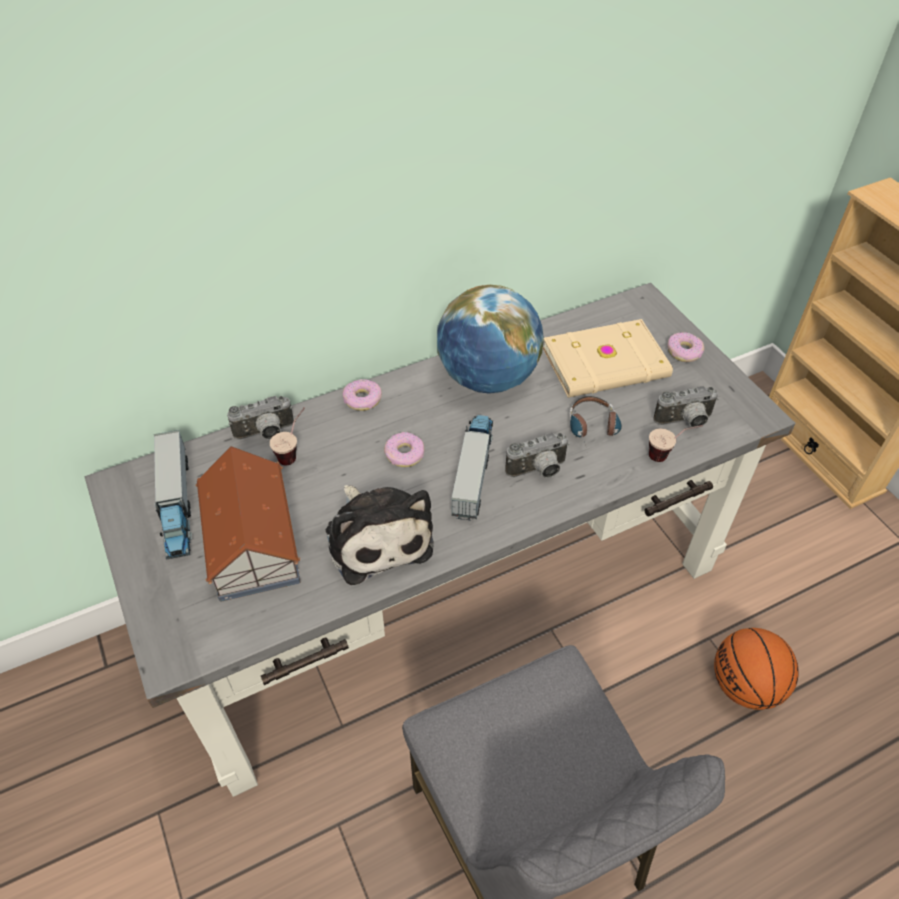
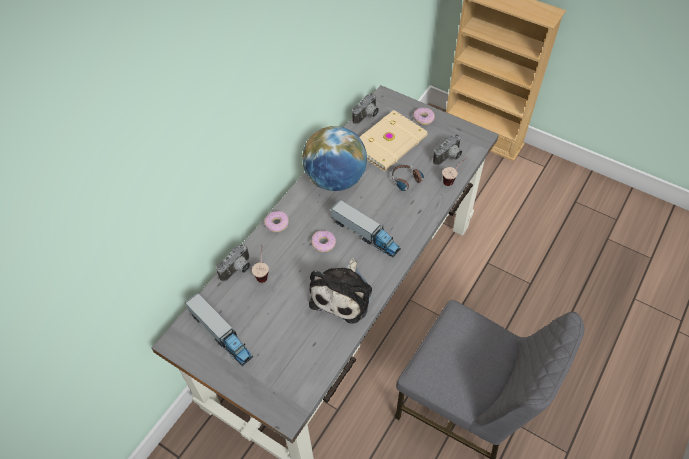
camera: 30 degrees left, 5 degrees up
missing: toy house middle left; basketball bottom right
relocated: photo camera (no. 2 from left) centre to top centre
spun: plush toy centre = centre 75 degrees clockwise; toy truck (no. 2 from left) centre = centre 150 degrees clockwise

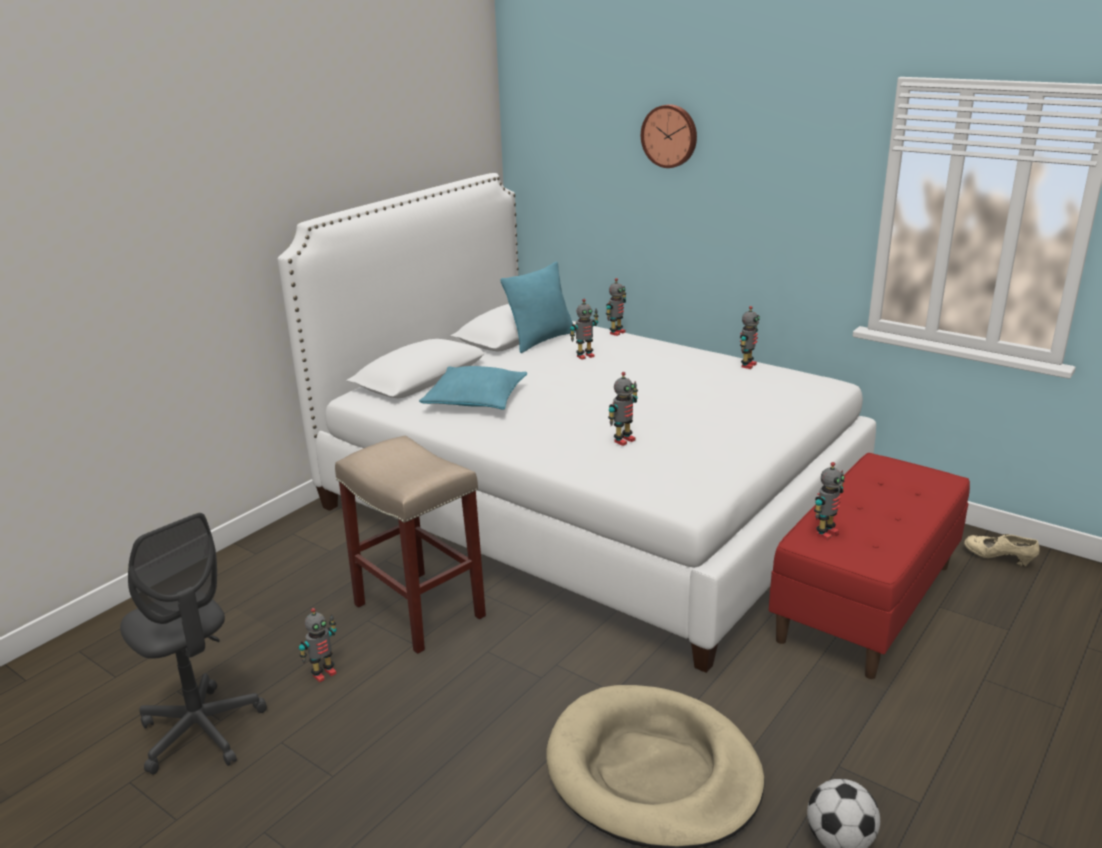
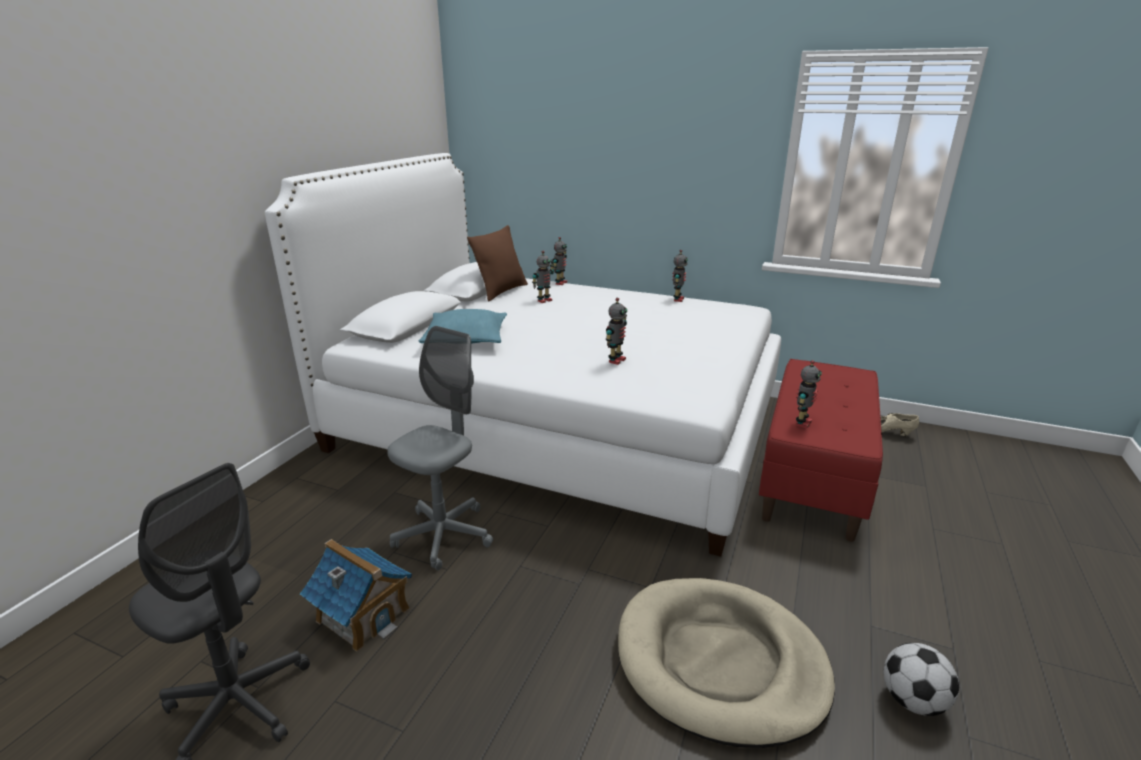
camera: 15 degrees left, 0 degrees up
missing: wall clock top centre
exchanged: toy robot (no. 1 from left) bottom left to toy house bottom left; beige stool centre to grey office chair (no. 2 from left) centre
colour: turquoise pillow (no. 2 from left) centre to brown pillow centre

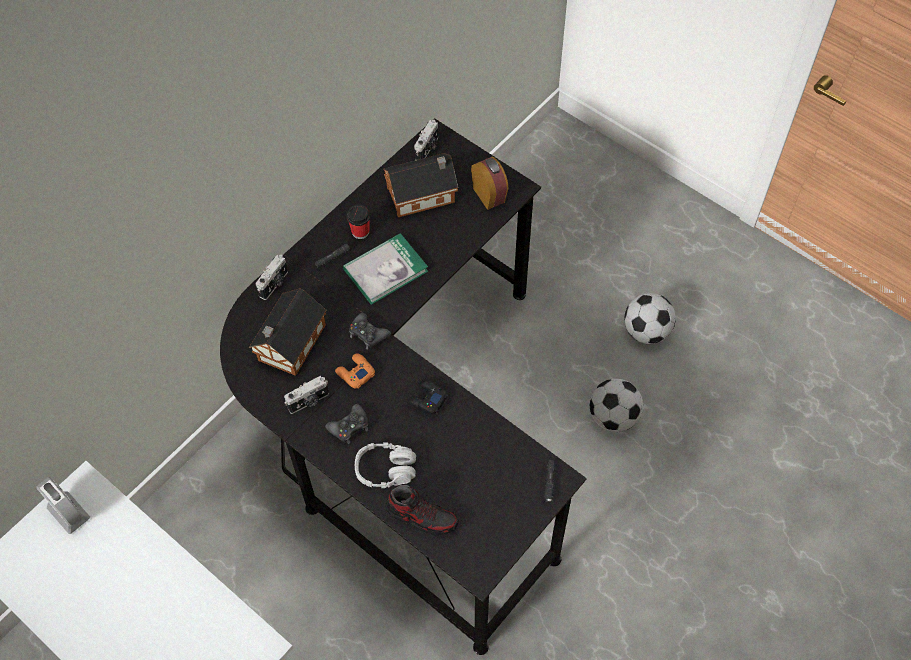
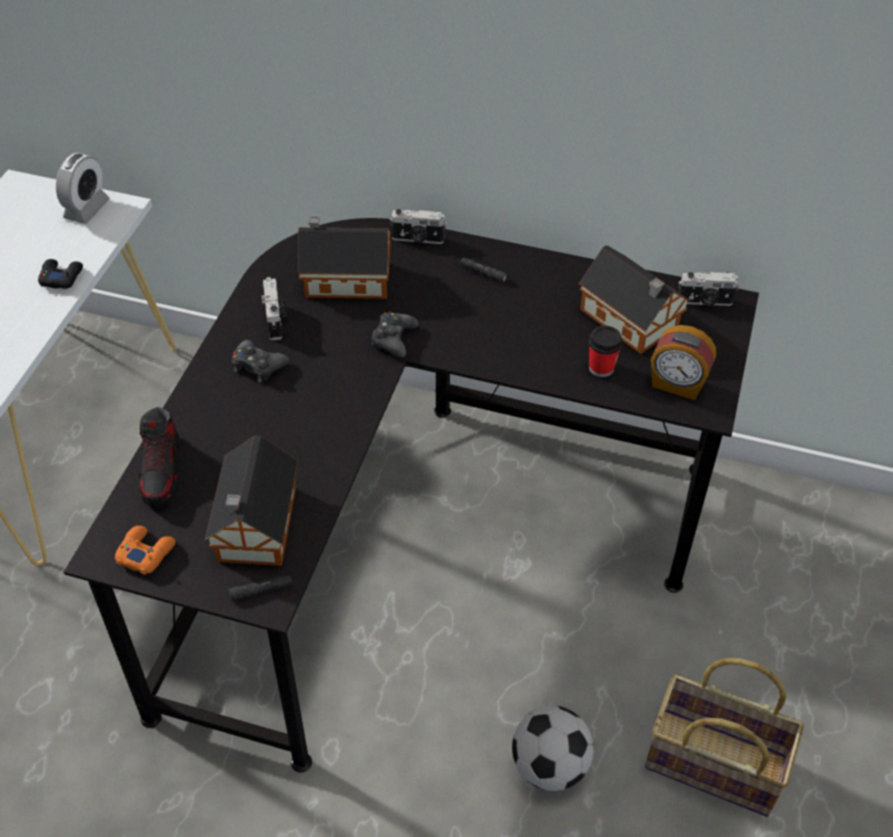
camera: 65 degrees right, 10 degrees down
missing: book centre; grey headphones bottom centre
appeared: toy house (no. 1 from left) middle left
relocated: orange game controller centre to middle left; cup centre to middle right; black game controller (no. 3 from left in the first image) centre to black game controller (no. 1 from left) top left
exchanged: football (no. 2 from left) middle right to basket bottom right
spun: photo camera (no. 2 from left in the first image) centre = middle left 135 degrees counterclockwise; alarm clock (no. 2 from left) top centre = middle right 75 degrees clockwise

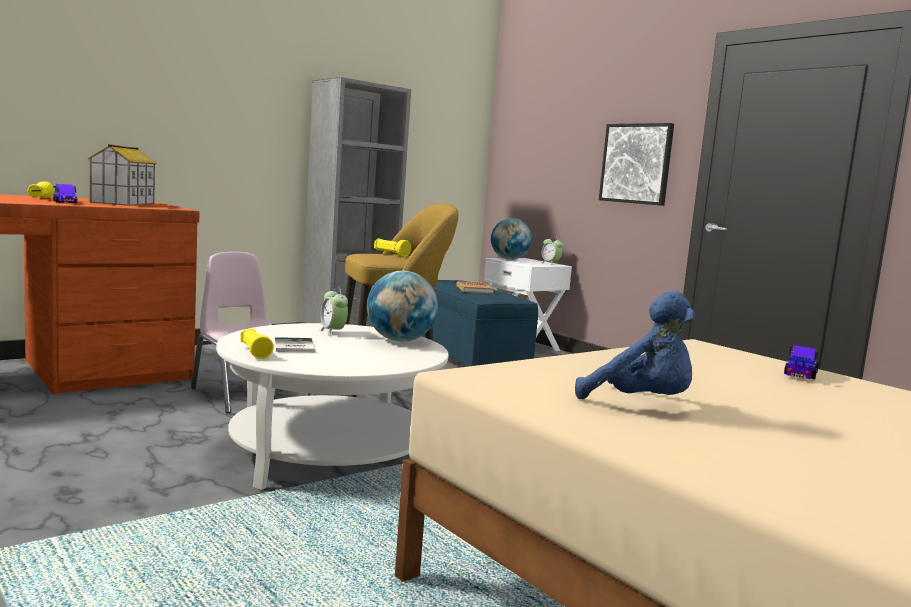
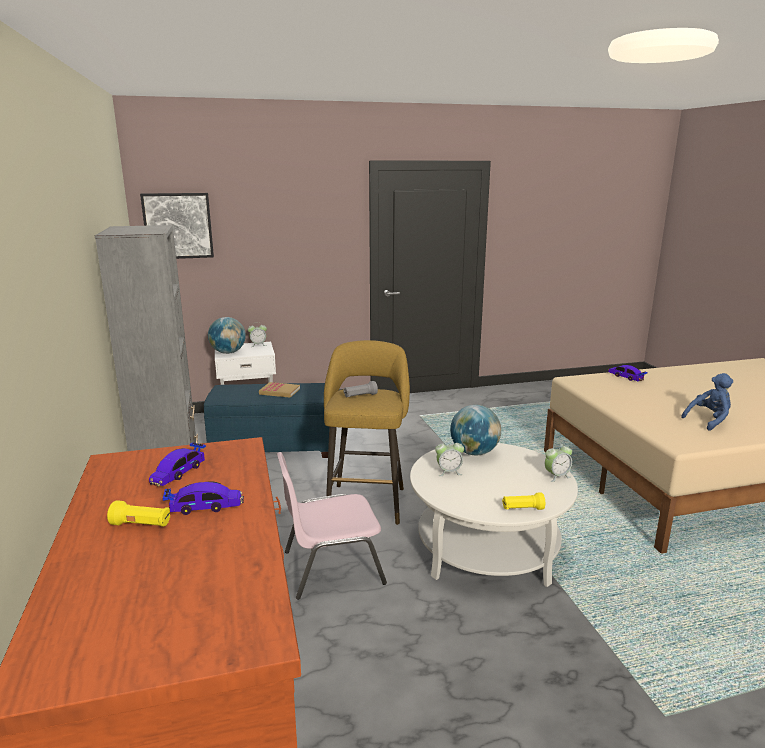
camera: 65 degrees left, 10 degrees up
missing: book (no. 1 from left) middle left
appeared: alarm clock (no. 3 from left) middle right
relocated: picture top right to top left
exchanged: toy house top left to toy car (no. 1 from left) middle left
colour: yellow flashlight (no. 3 from left) centre to grey flashlight centre

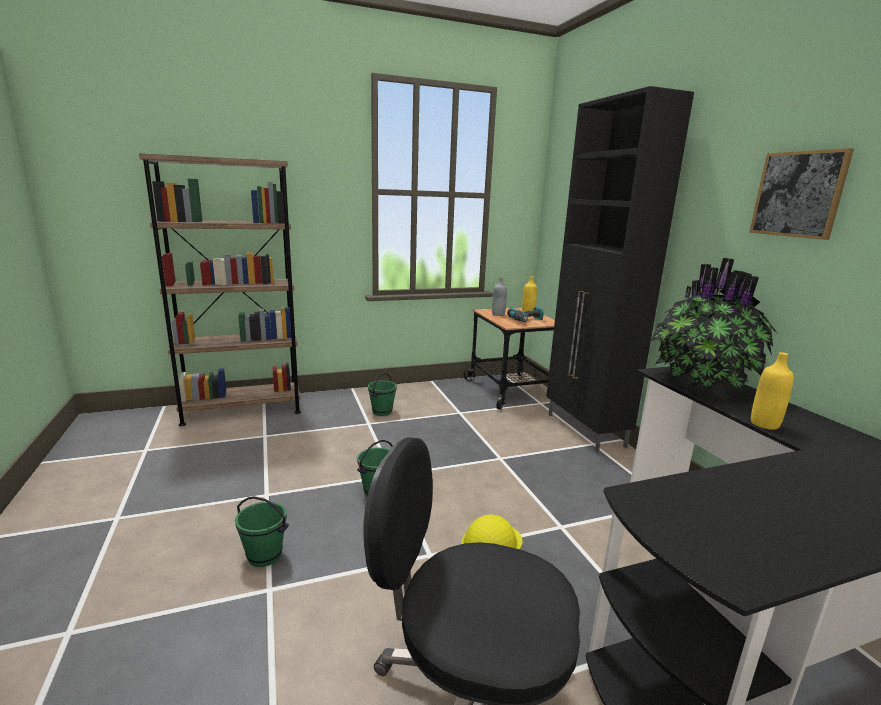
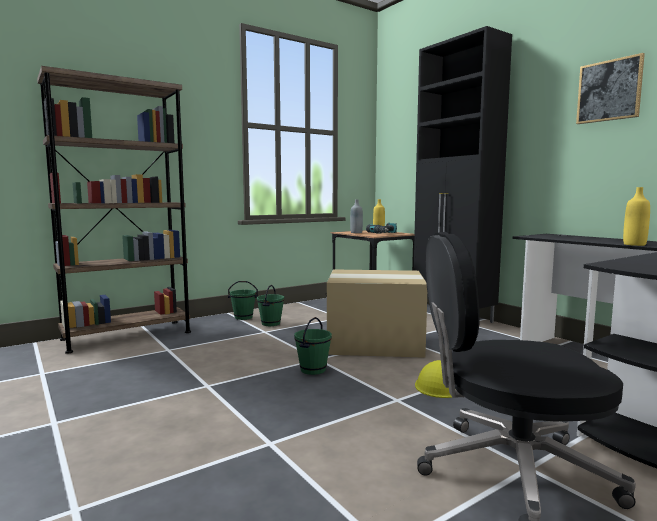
camera: 15 degrees left, 10 degrees down
missing: potted plant middle right
appeared: cardboard box centre
relocated: green bucket (no. 1 from left) bottom left to centre

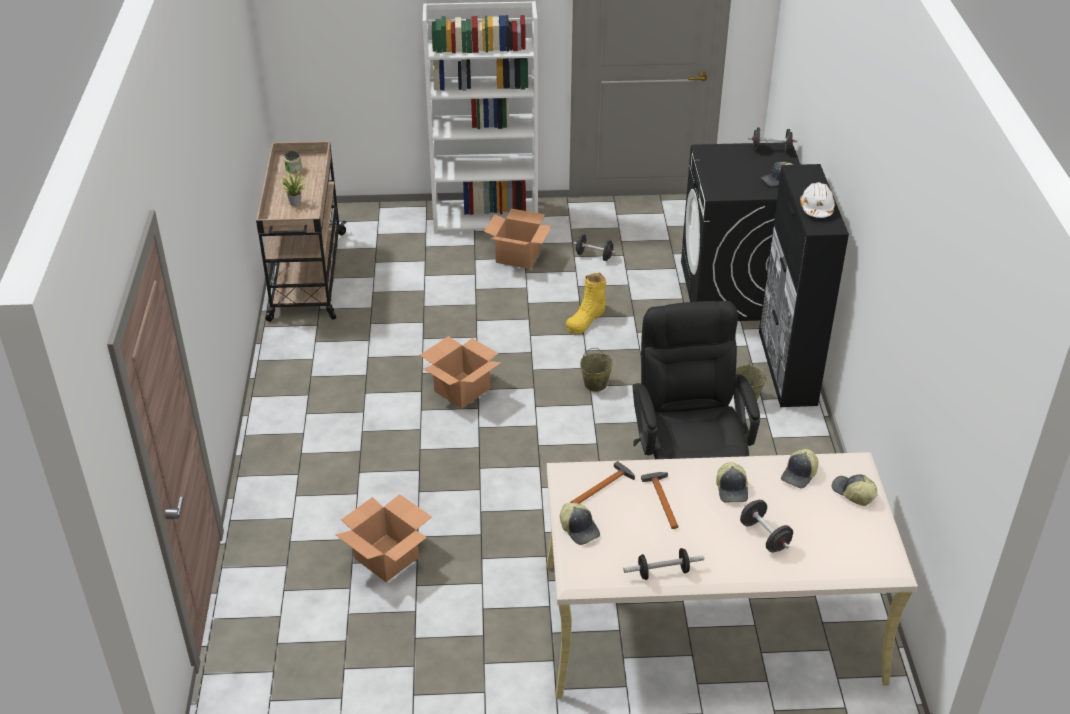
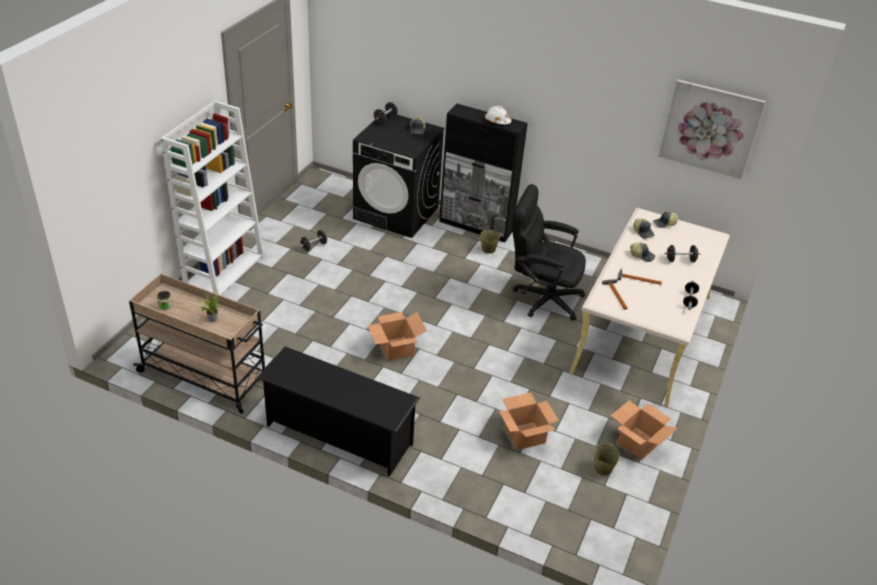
camera: 65 degrees left, 0 degrees up
missing: cap (no. 1 from left) bottom centre; yellow boot centre
appeared: black shoe rack bottom centre; picture top right
relocated: cardboard box (no. 3 from left) centre to bottom right; beige bucket (no. 1 from left in the first image) centre to beige bucket (no. 2 from left) bottom right

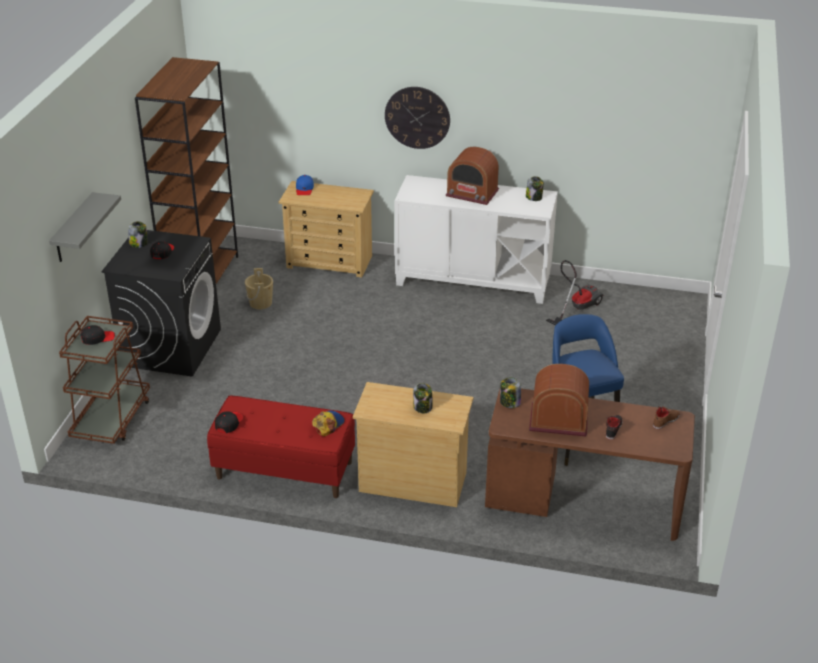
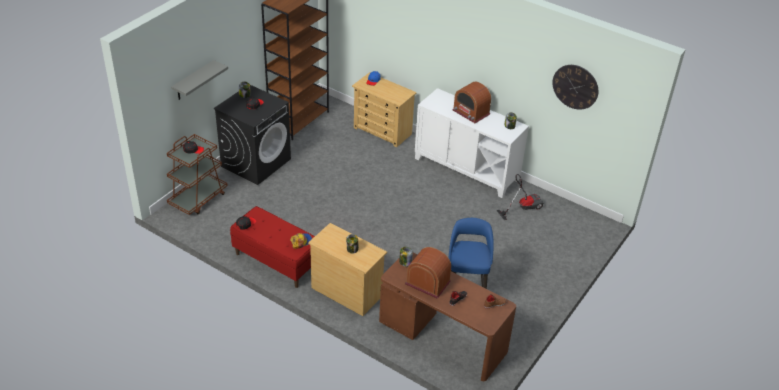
camera: 20 degrees right, 5 degrees up
missing: beige bucket middle left
relocated: wall clock top centre to top right

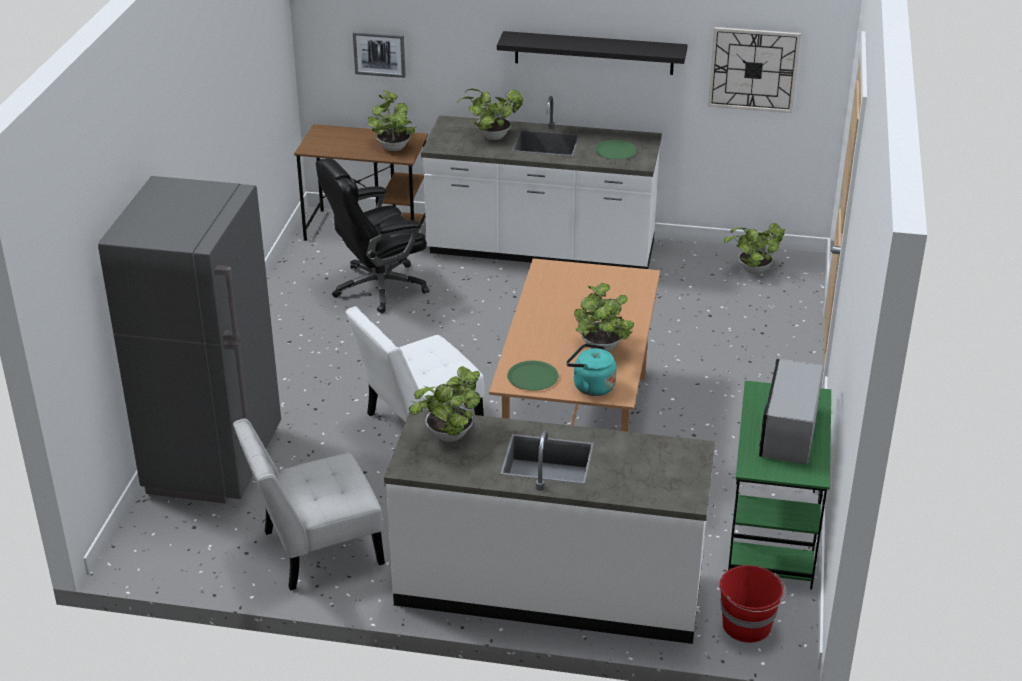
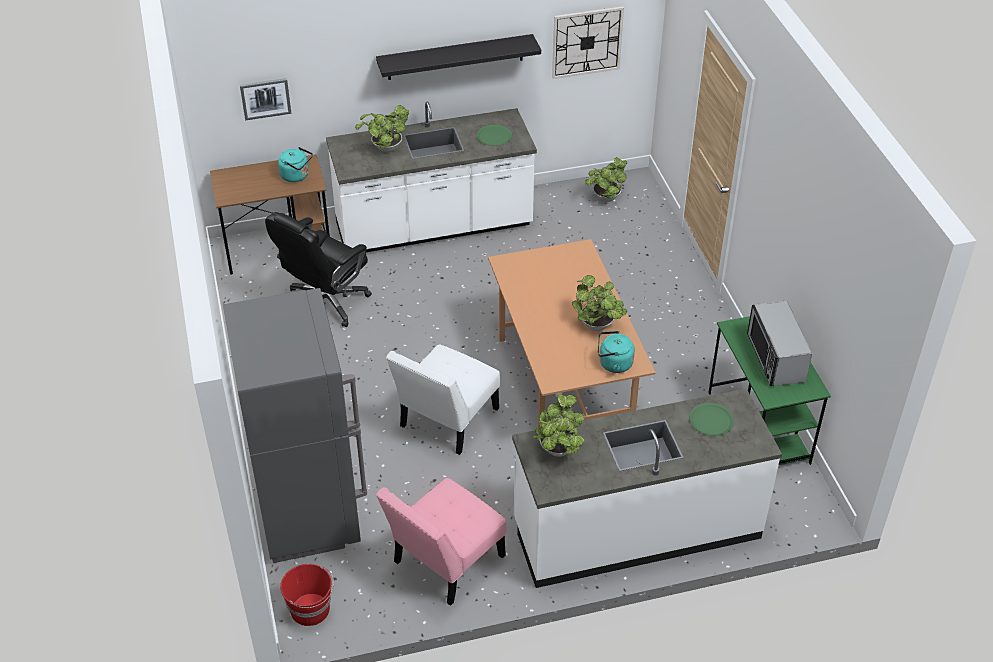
camera: 25 degrees left, 10 degrees up
relocated: green plate (no. 1 from left in the first image) centre to green plate (no. 2 from left) middle right; red bucket bottom right to bottom left
exchanged: potted plant (no. 1 from left) top centre to turquoise kettle (no. 1 from left) top left
colour: white chair (no. 1 from left) bottom left to pink chair bottom centre

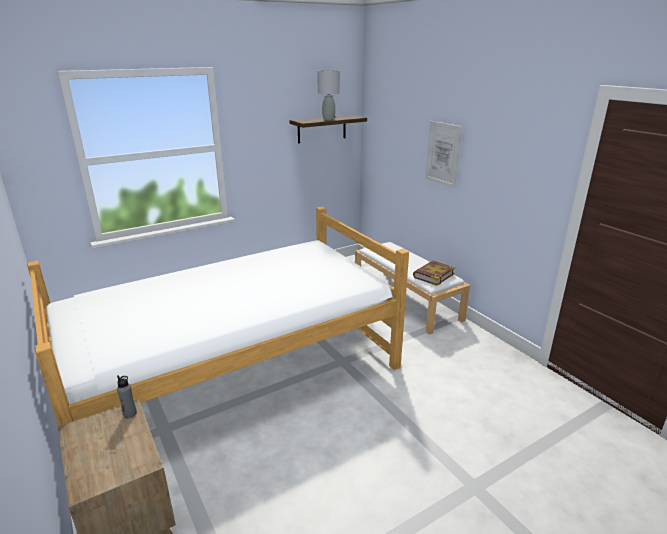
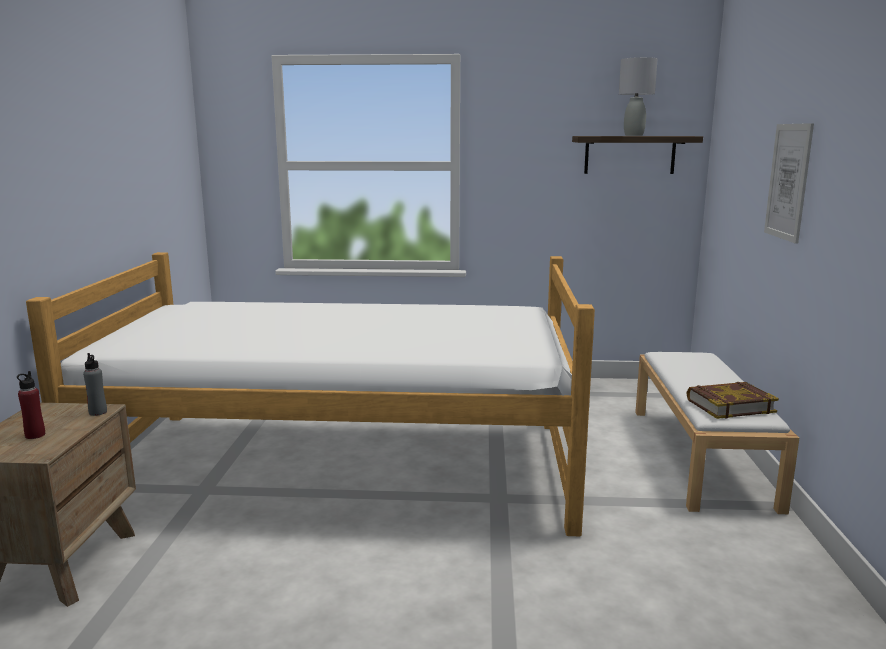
camera: 35 degrees right, 10 degrees down
appeared: red bottle middle left

